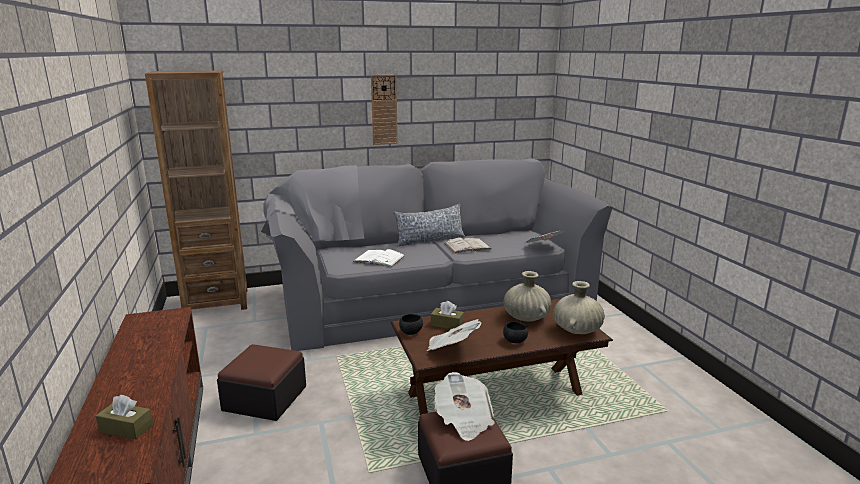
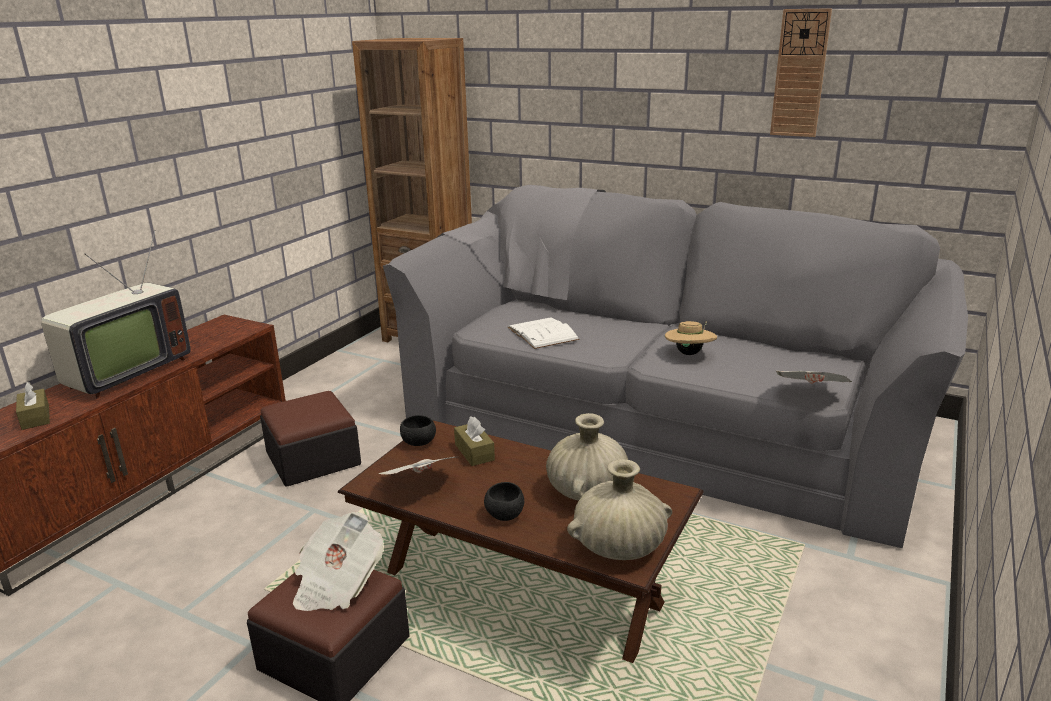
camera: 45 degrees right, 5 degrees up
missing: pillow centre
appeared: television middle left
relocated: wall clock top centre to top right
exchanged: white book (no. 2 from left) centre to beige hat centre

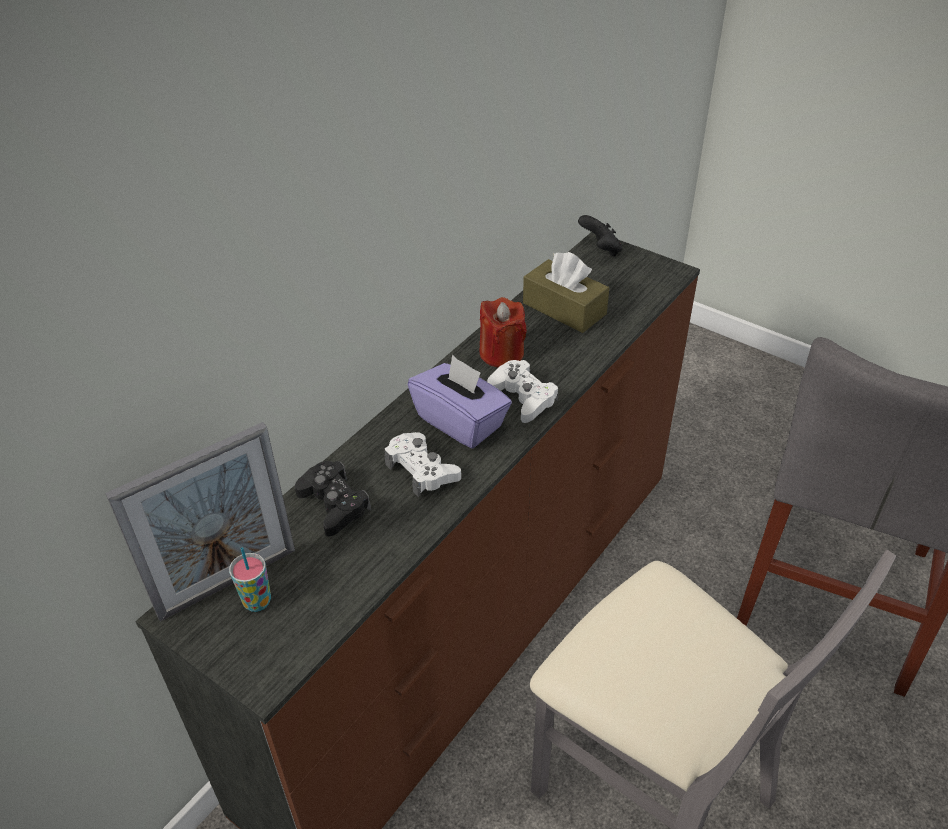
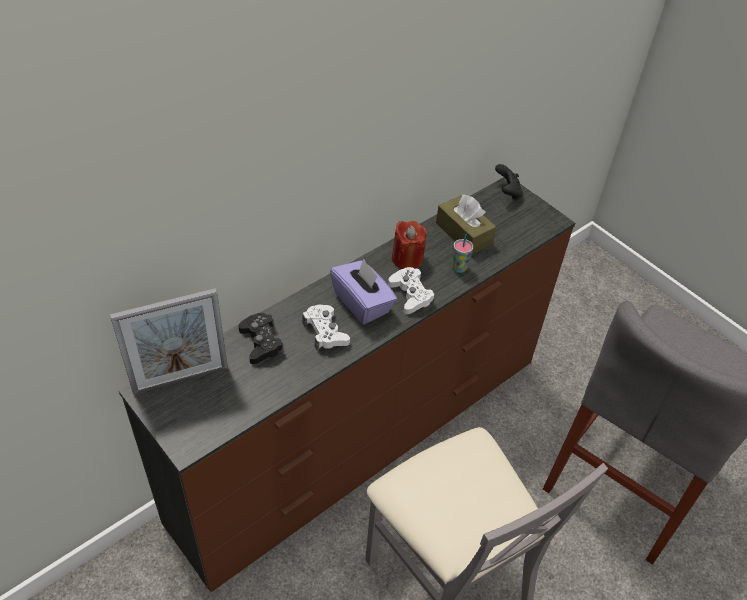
camera: 10 degrees right, 5 degrees up
relocated: cup bottom left to centre

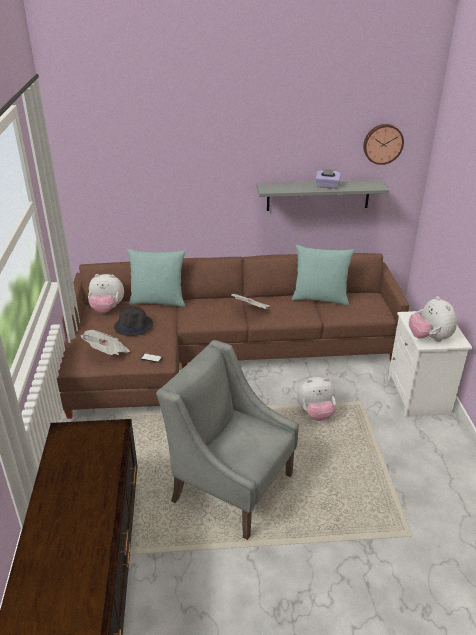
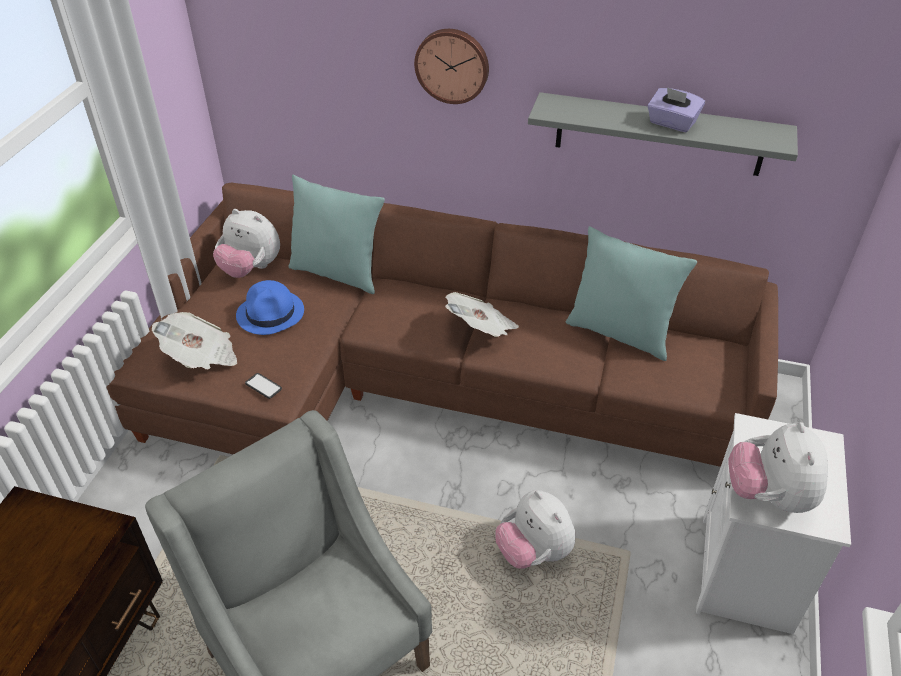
camera: 20 degrees right, 10 degrees up
relocated: wall clock top right to top centre
colour: black hat middle left to blue hat middle left
spun: plush toy (no. 2 from left) centre = bottom centre 45 degrees clockwise

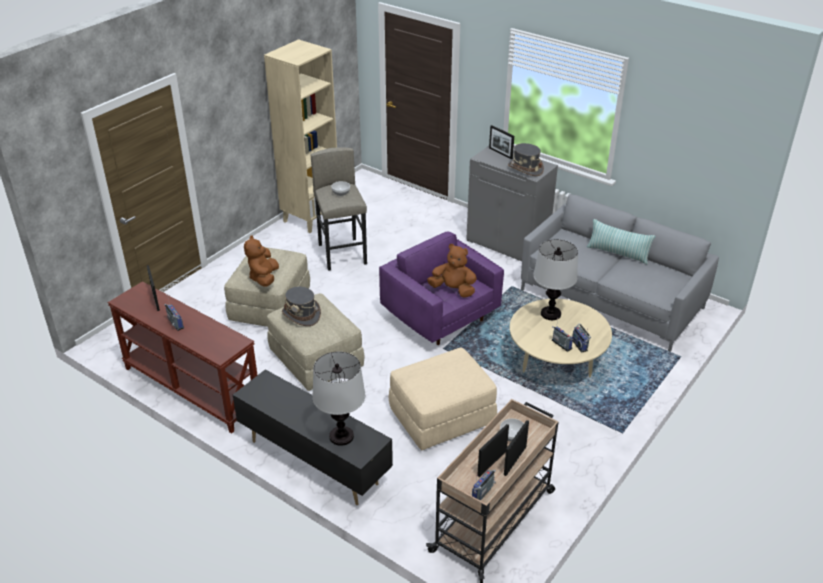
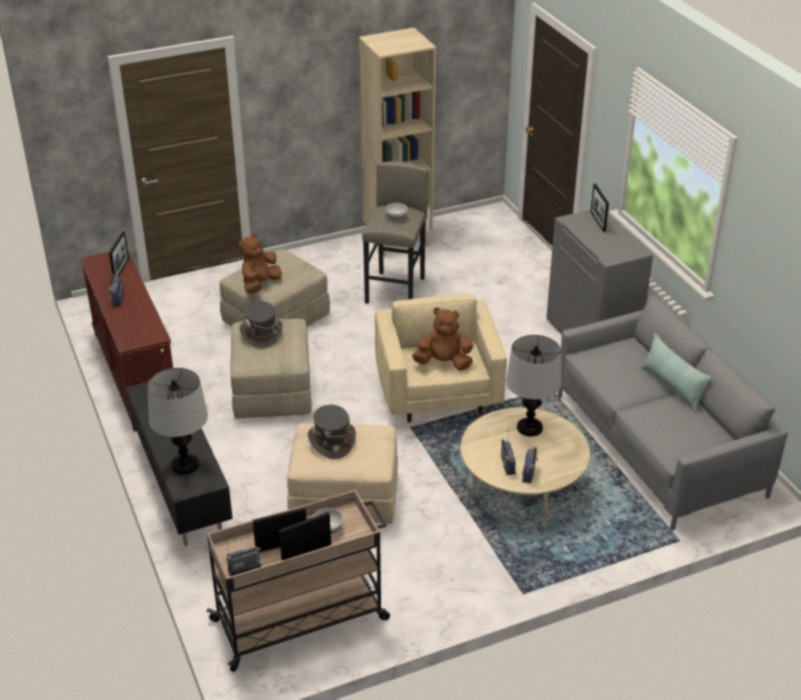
camera: 30 degrees right, 0 degrees up
relocated: grey hat (no. 2 from left) top centre to centre
colour: purple armchair centre to beige armchair centre
spun: brown plush toy (no. 2 from left) centre = centre 45 degrees counterclockwise

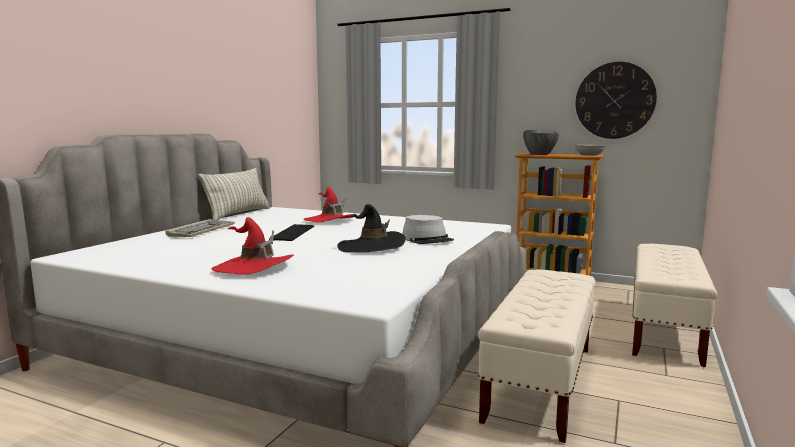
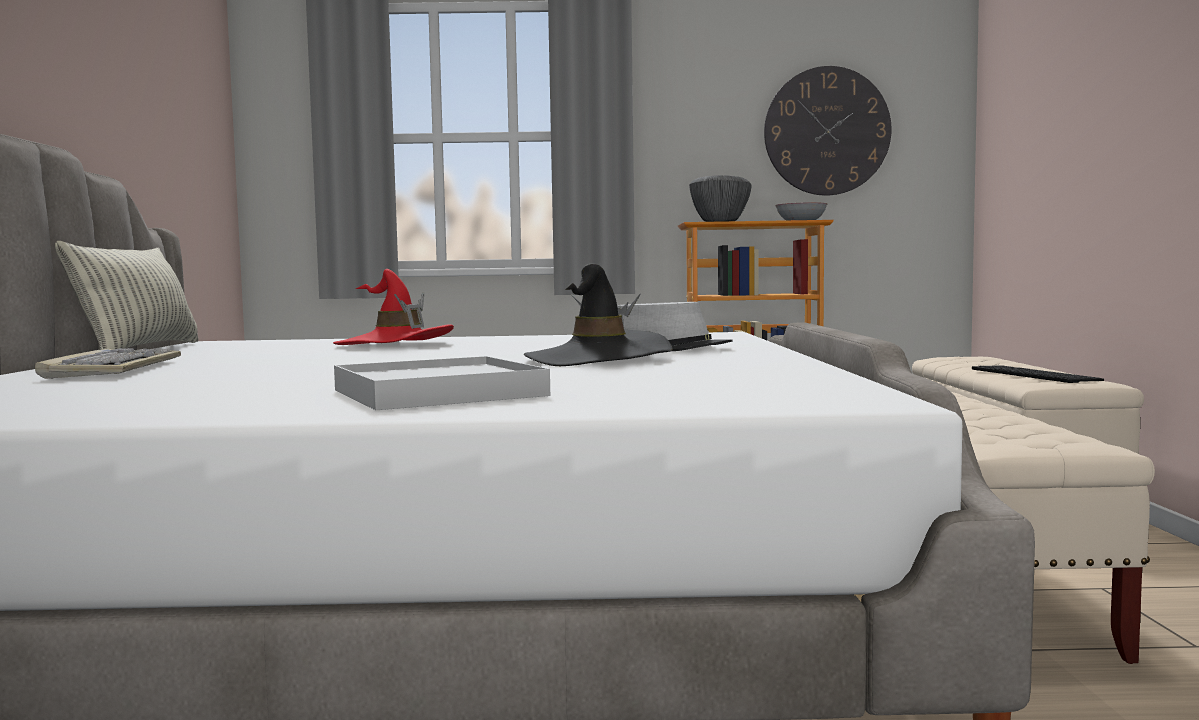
camera: 25 degrees left, 5 degrees down
relocated: keyboard (no. 2 from left) centre to middle right
exchanged: red hat (no. 1 from left) middle left to white tray centre

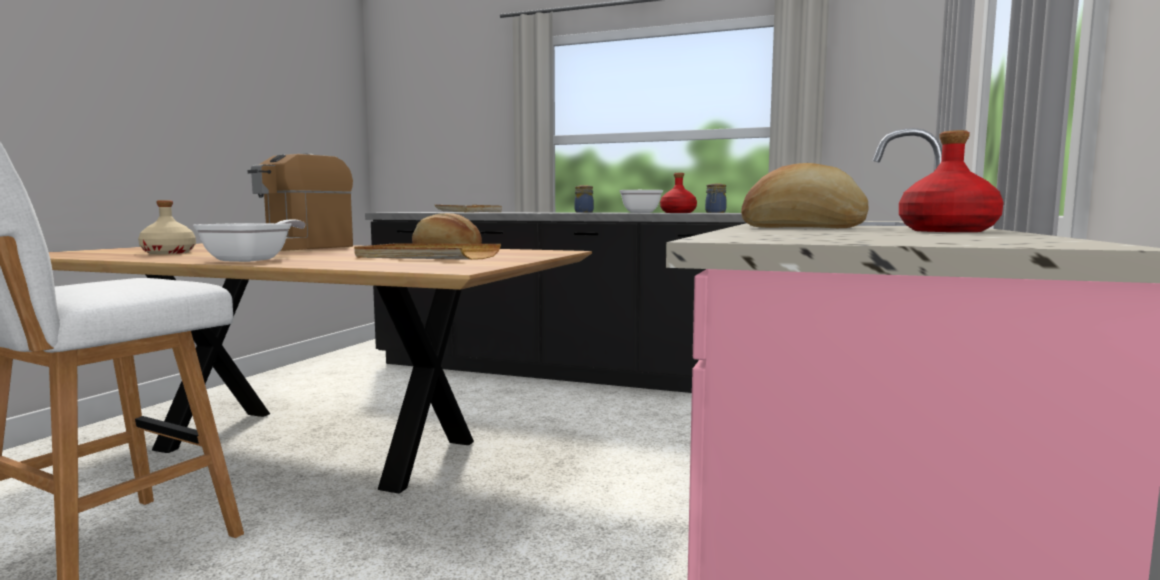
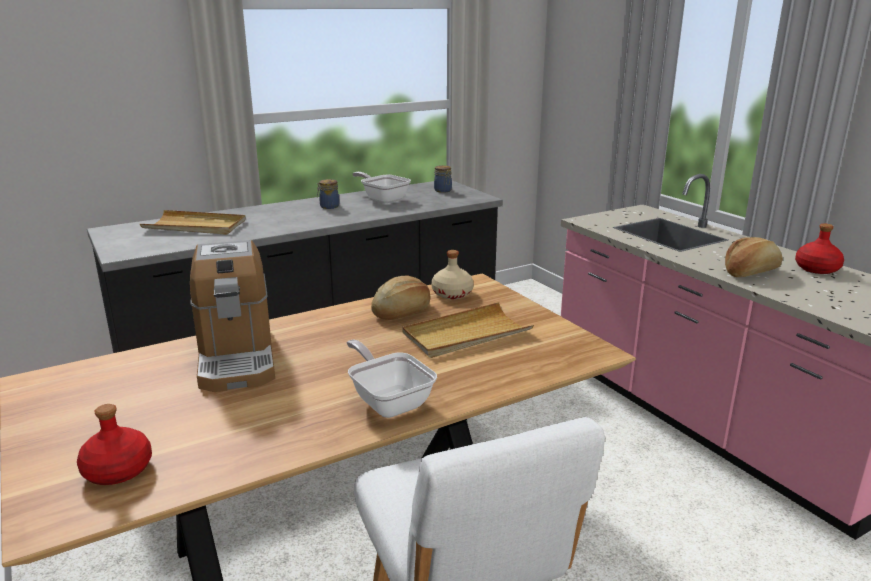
camera: 50 degrees left, 15 degrees up
relocated: beige bottle middle left to centre; red bottle (no. 1 from left) top centre to bottom left

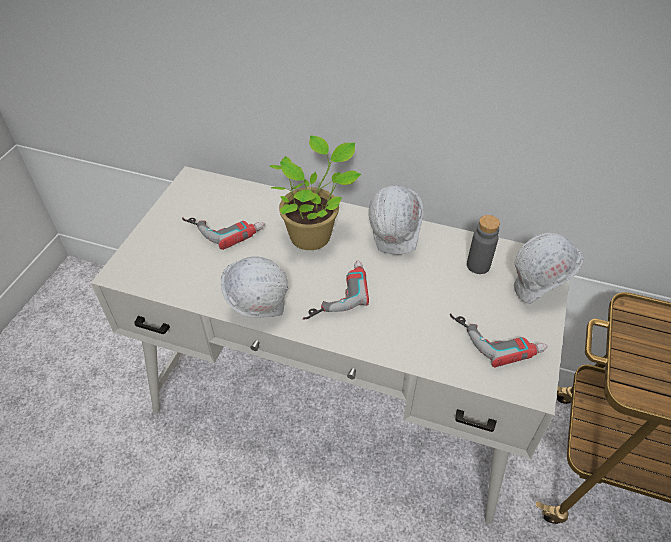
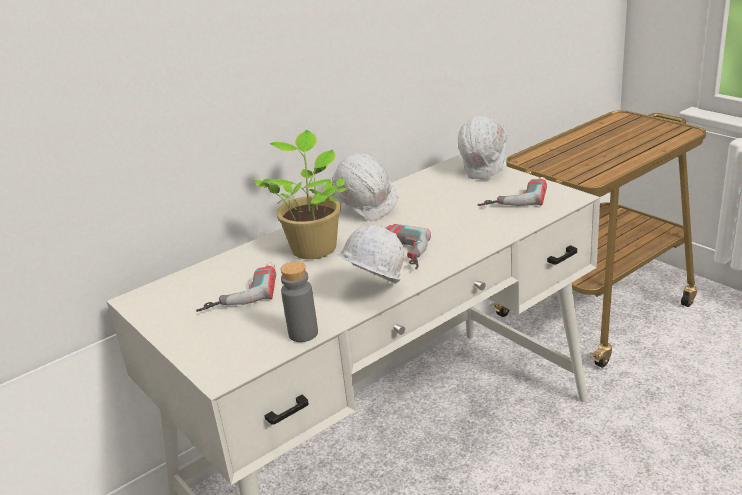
camera: 55 degrees left, 20 degrees down
relocated: grey bottle middle right to centre

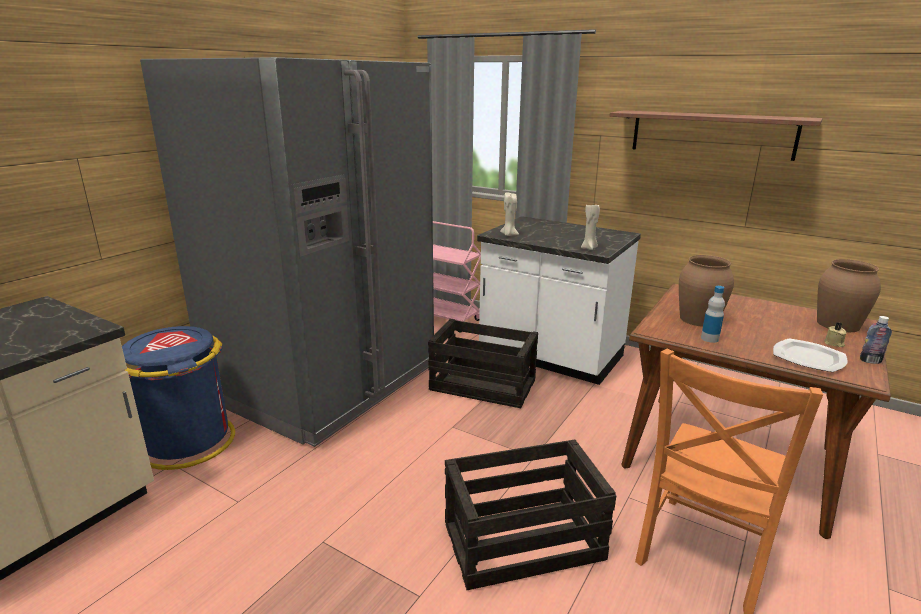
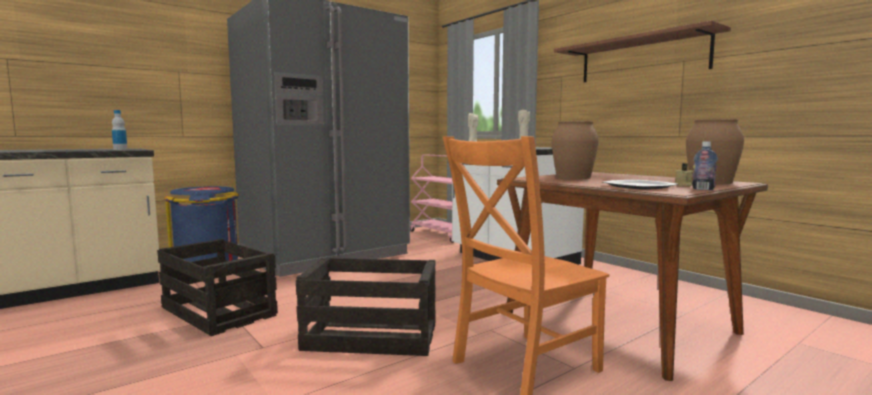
camera: 20 degrees right, 15 degrees down
relocated: crate (no. 1 from left) centre to bottom left; bottle (no. 1 from left) middle right to top left

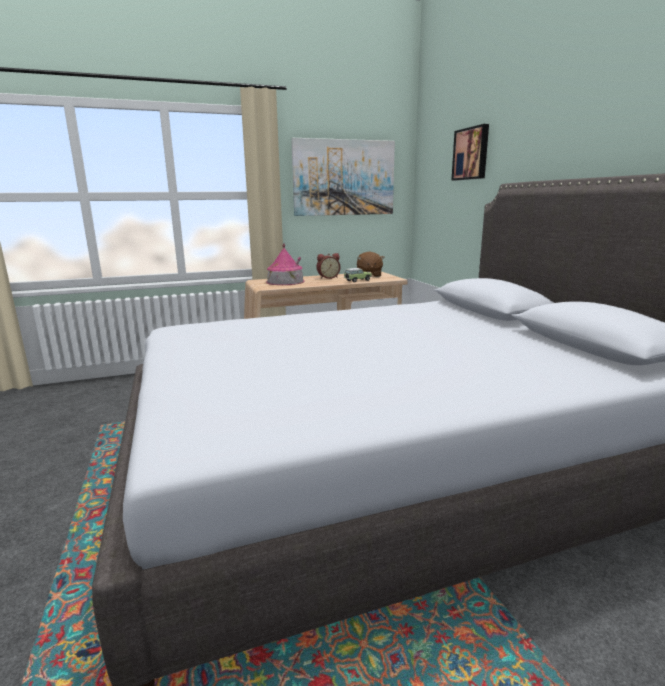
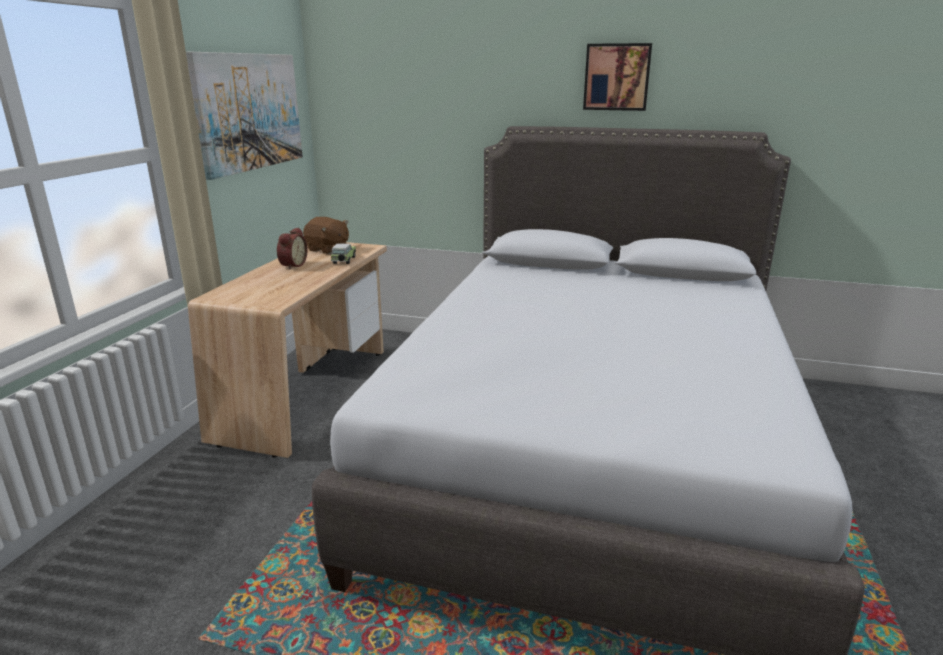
camera: 55 degrees left, 5 degrees up
missing: toy house centre
relocated: picture (no. 2 from left) top right to top centre

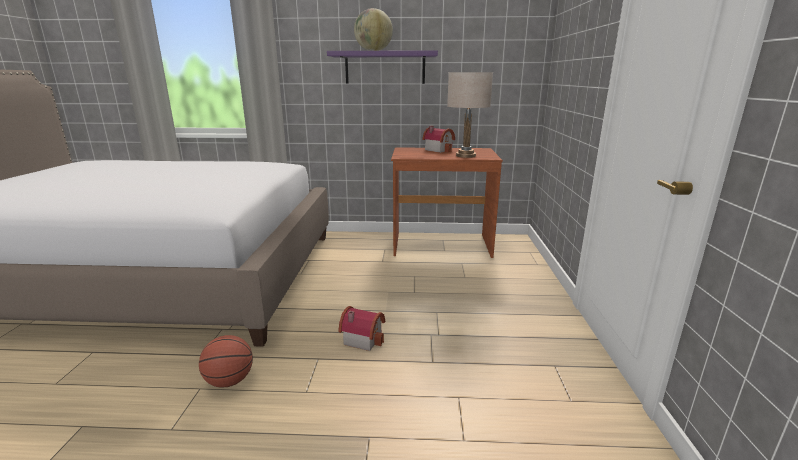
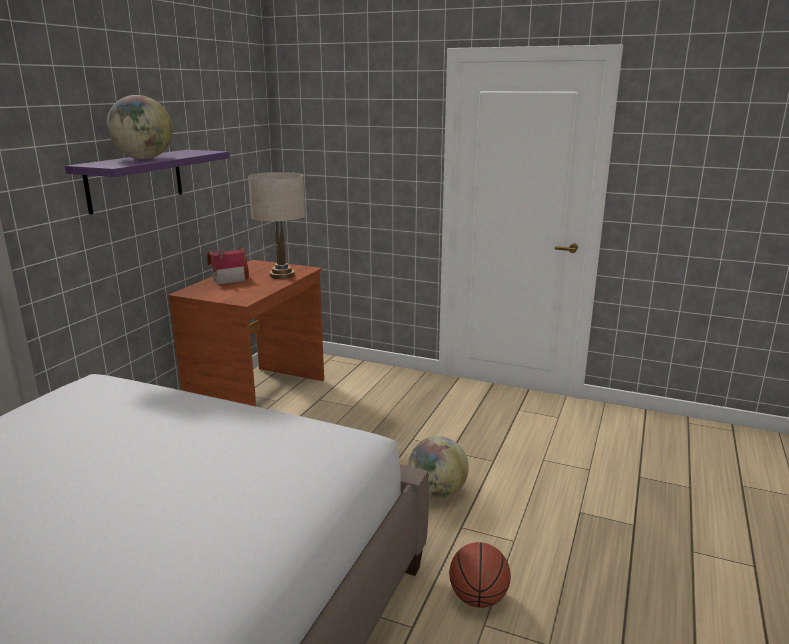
camera: 70 degrees left, 0 degrees up
exchanged: toy house (no. 1 from left) bottom centre to globe (no. 2 from left) bottom centre

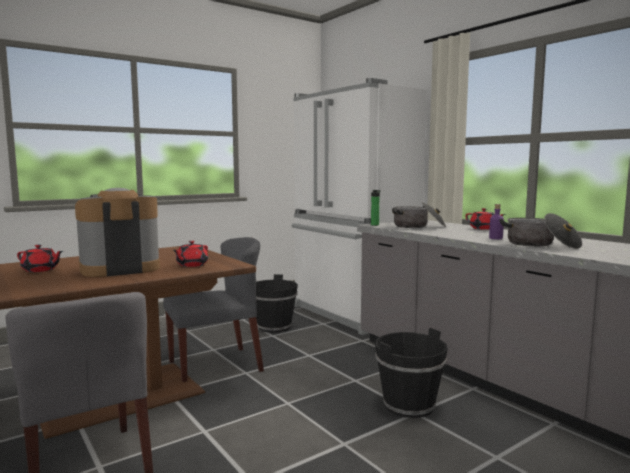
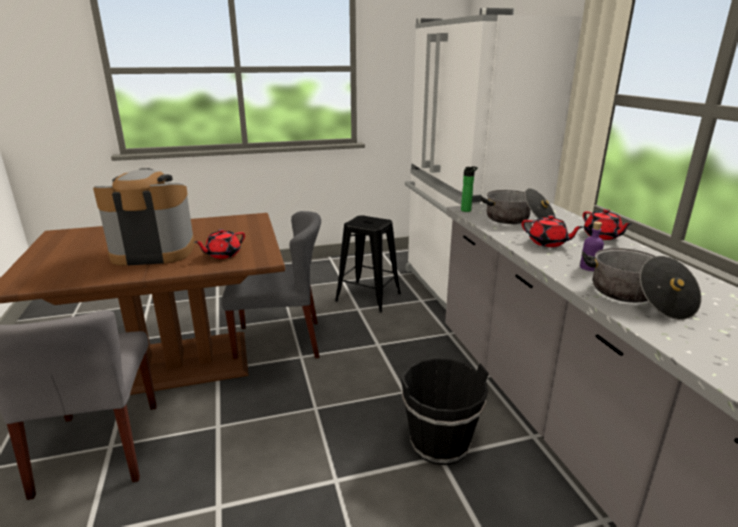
camera: 20 degrees right, 15 degrees up
relocated: red teapot (no. 1 from left in the first image) middle left to red teapot (no. 2 from left) middle right
exchanged: black bucket (no. 1 from left) centre to black stool centre

